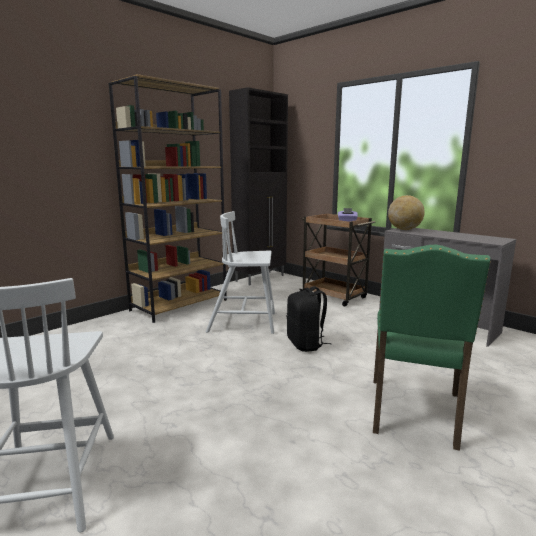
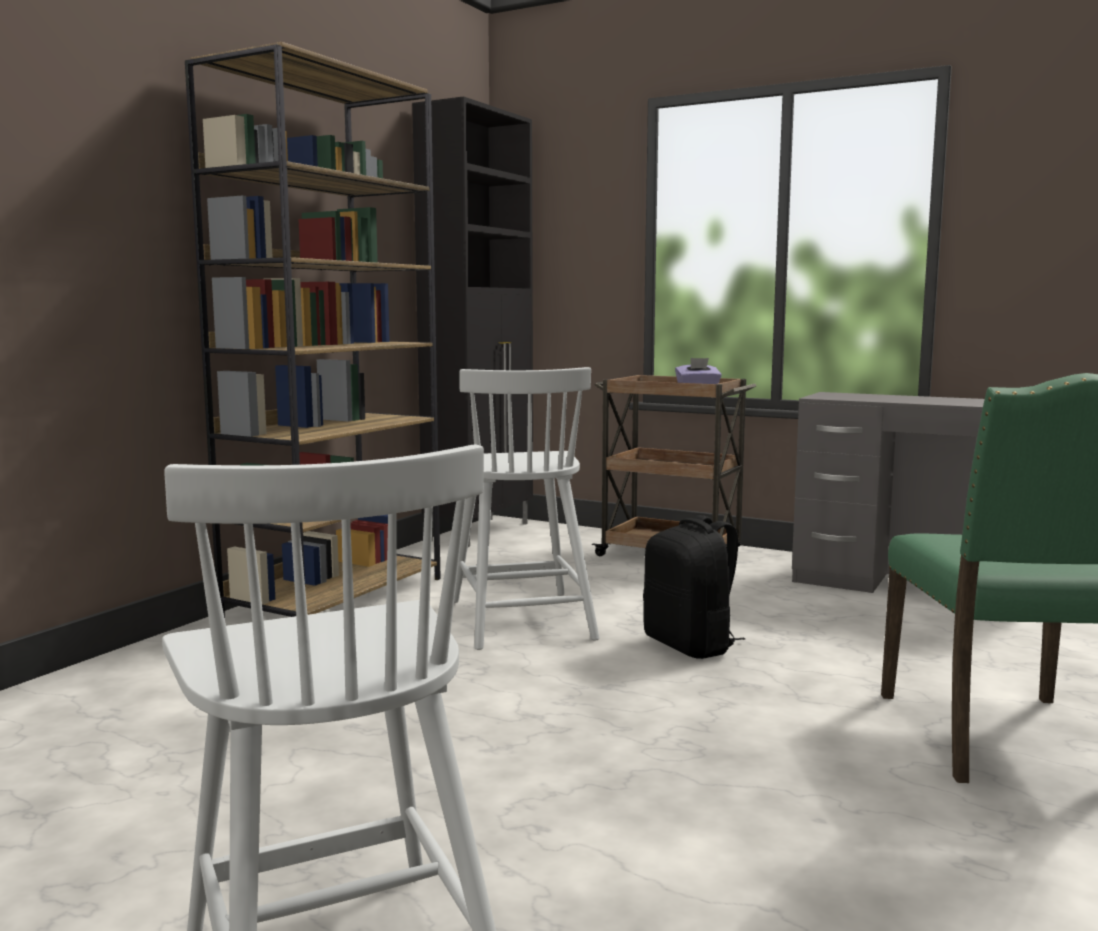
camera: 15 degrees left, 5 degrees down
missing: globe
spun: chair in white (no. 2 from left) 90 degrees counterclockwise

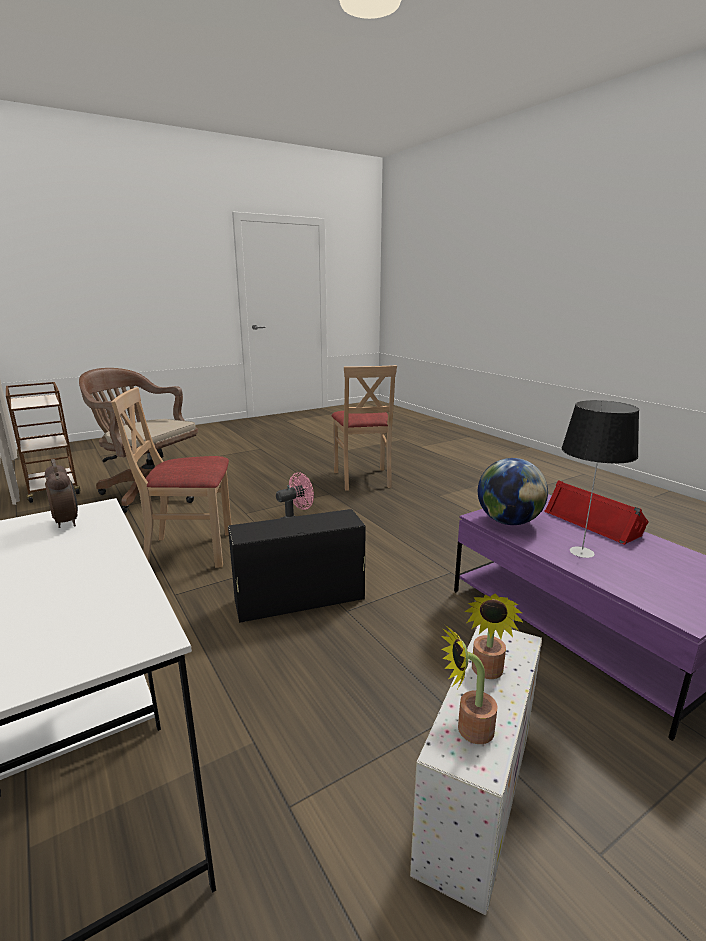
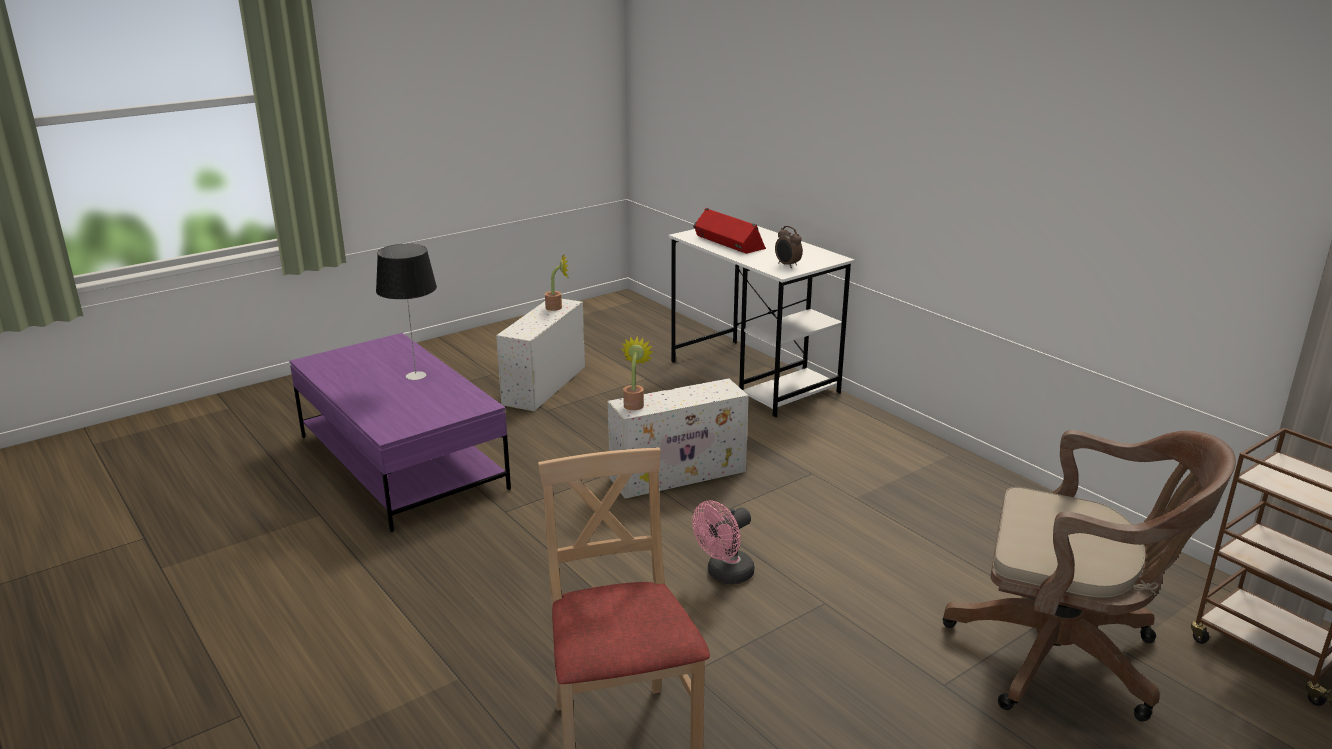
camera: 175 degrees right, 5 degrees up
missing: chair in beige (no. 1 from left); globe
relocated: potted plant (no. 2 from left); speaker in red
colour: storage box in black to storage box in white (no. 2 from left)

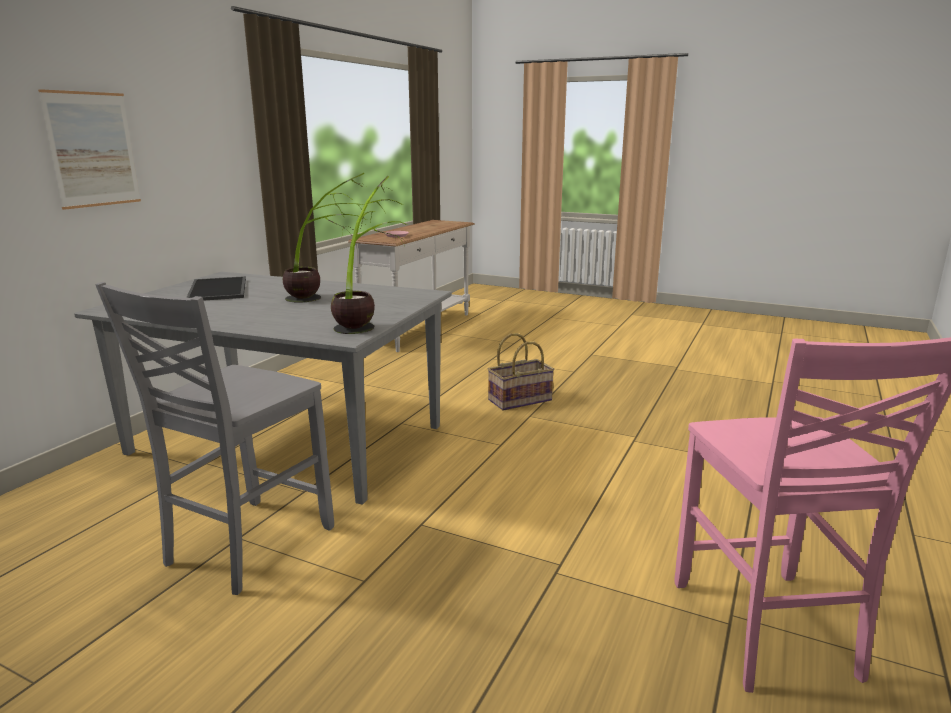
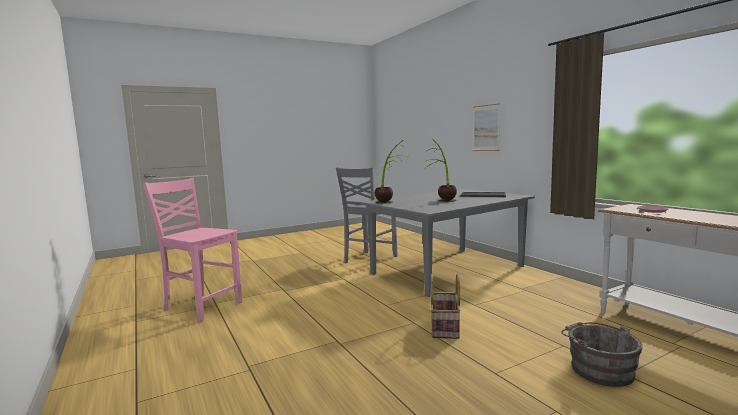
camera: 125 degrees right, 10 degrees down
appeared: bucket in grey
spun: chair in grey 120 degrees counterclockwise

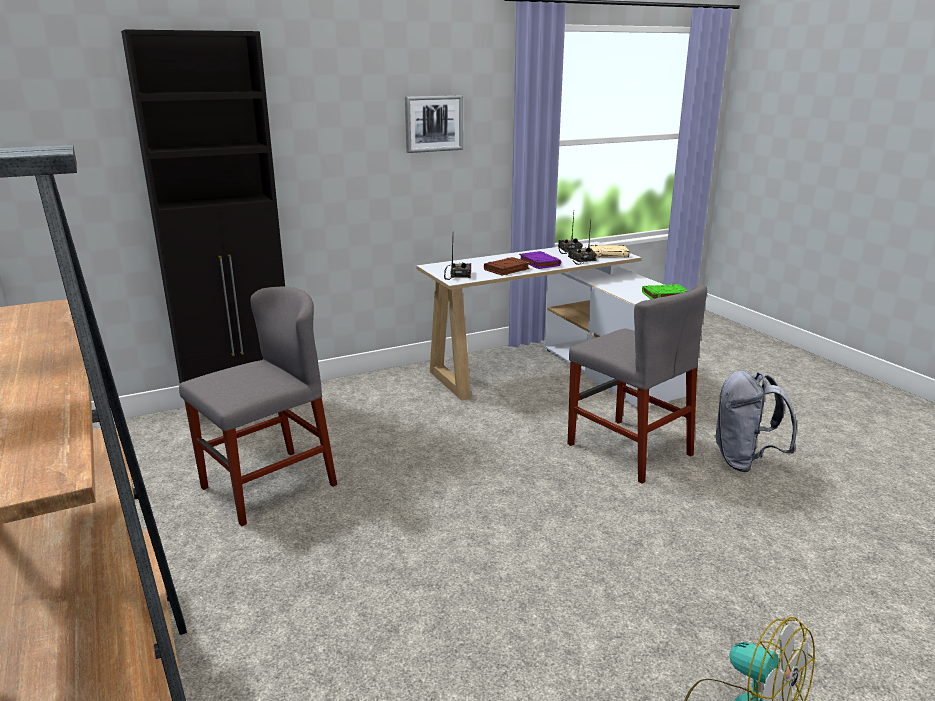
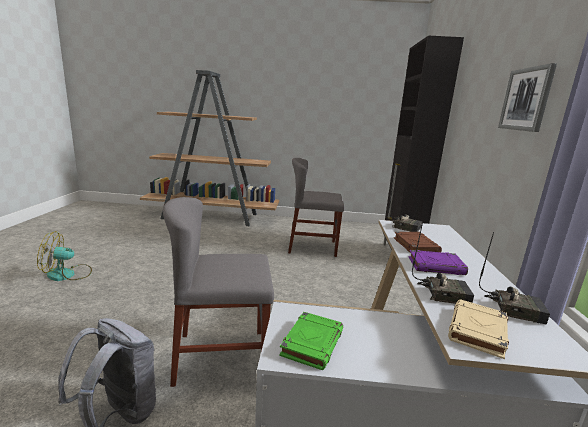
camera: 120 degrees right, 5 degrees down
spun: chair in grey (no. 1 from left in the first image) 105 degrees clockwise

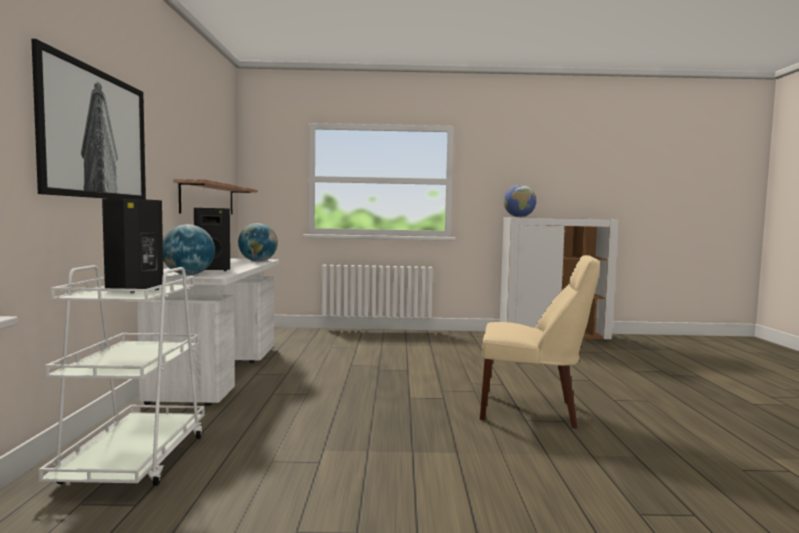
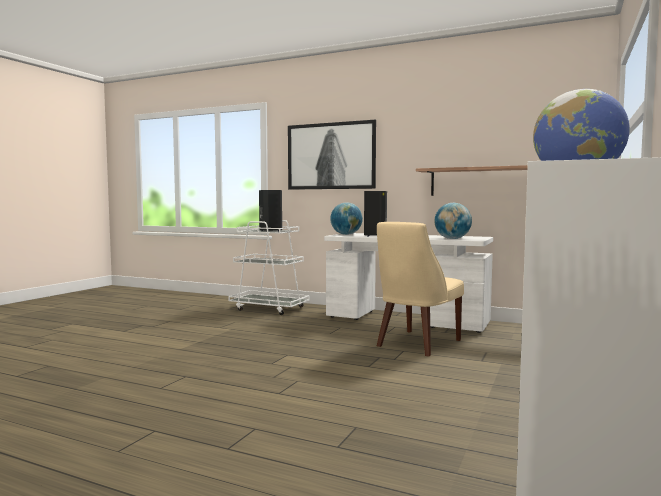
camera: 115 degrees right, 0 degrees up
relocated: chair in beige

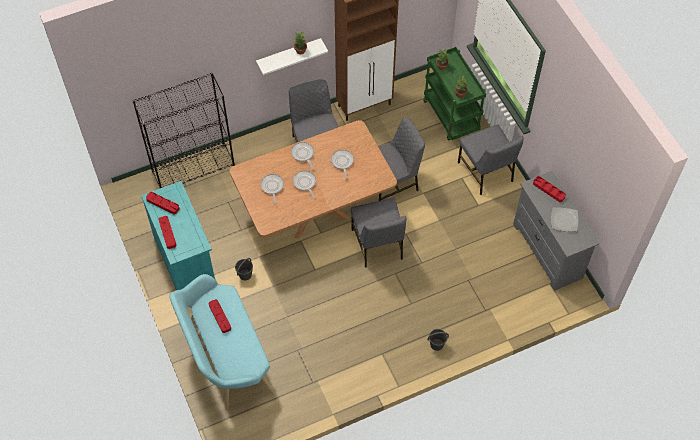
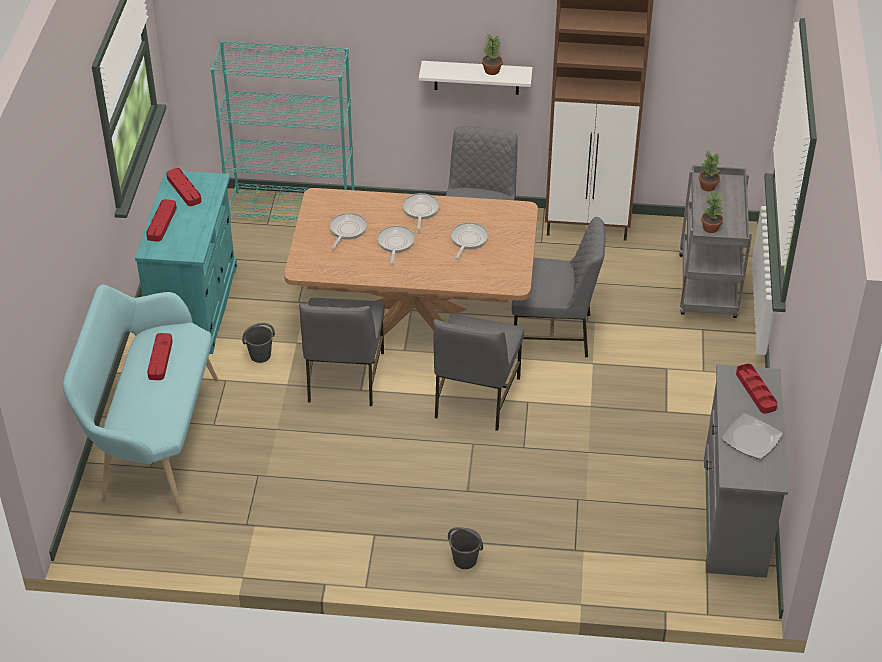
camera: 30 degrees right, 15 degrees down
relocated: chair in grey (no. 4 from left in the first image) to chair in grey (no. 1 from left)
colour: bookcase in black to bookcase in turquoise; cart in green to cart in grey

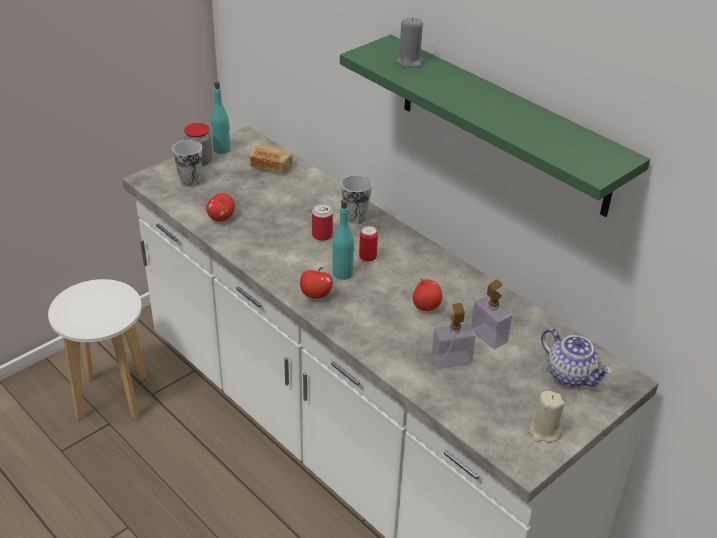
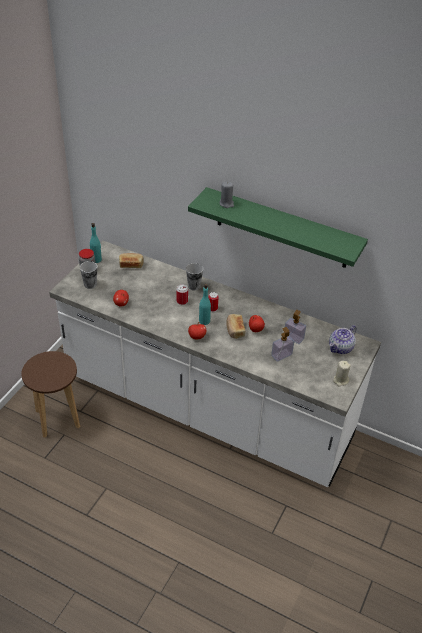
camera: 20 degrees left, 5 degrees up
appeared: bread (no. 2 from left)
colour: stool in white to stool in brown
spun: teapot 105 degrees clockwise

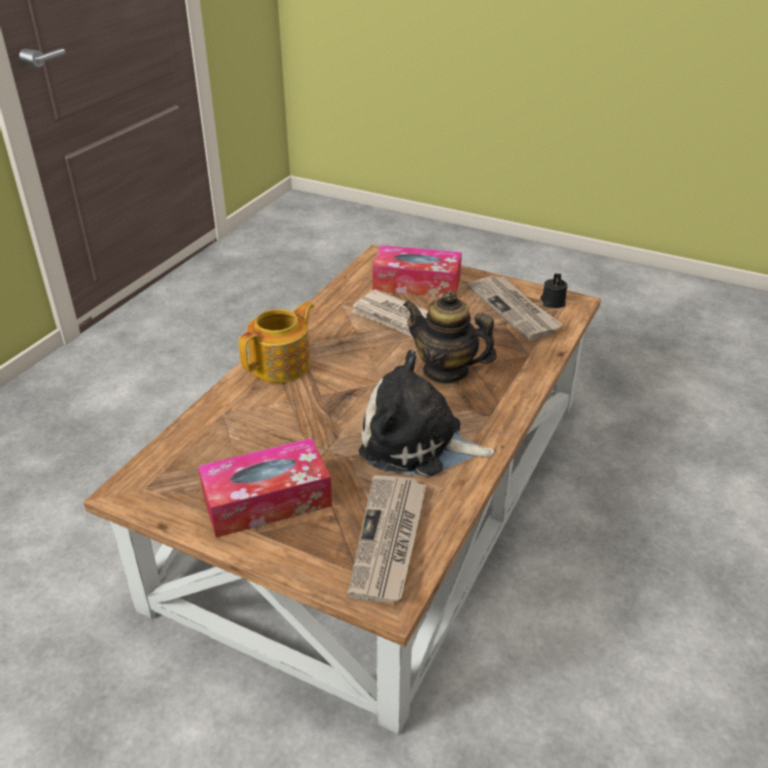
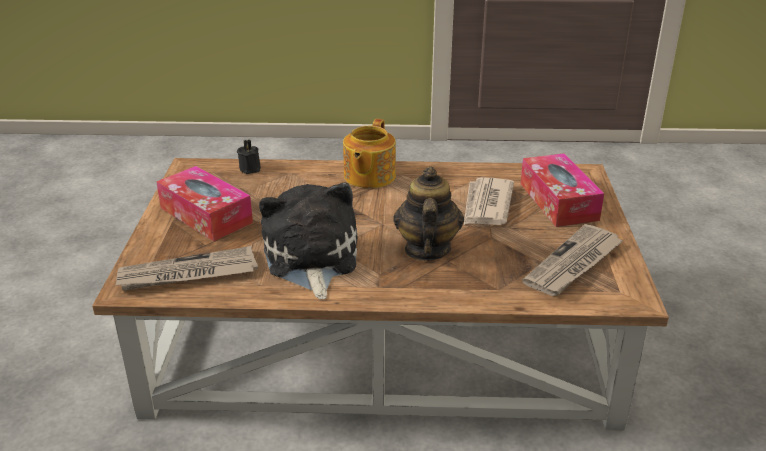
camera: 65 degrees right, 5 degrees down
relocated: candle in black
spun: teapot (no. 1 from left) 90 degrees clockwise

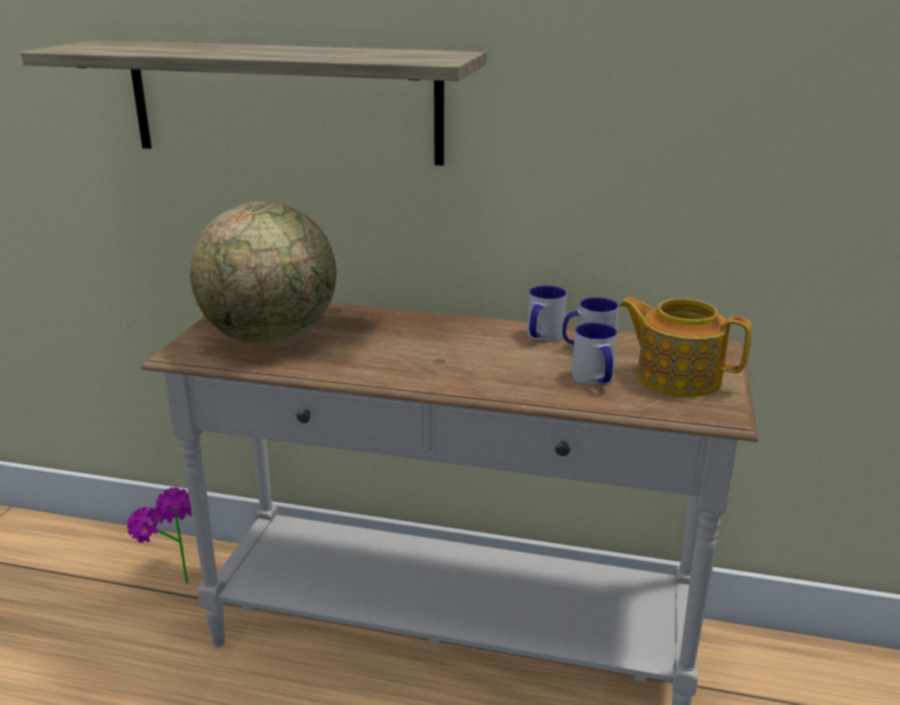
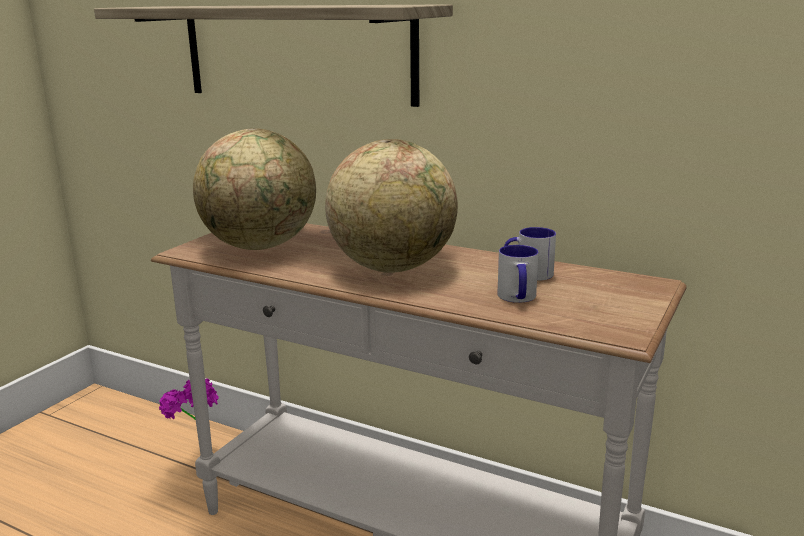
camera: 15 degrees right, 5 degrees down
missing: mug (no. 1 from left); teapot
appeared: globe (no. 2 from left)

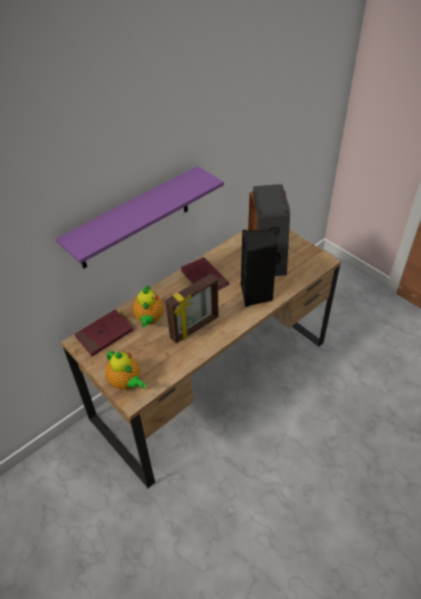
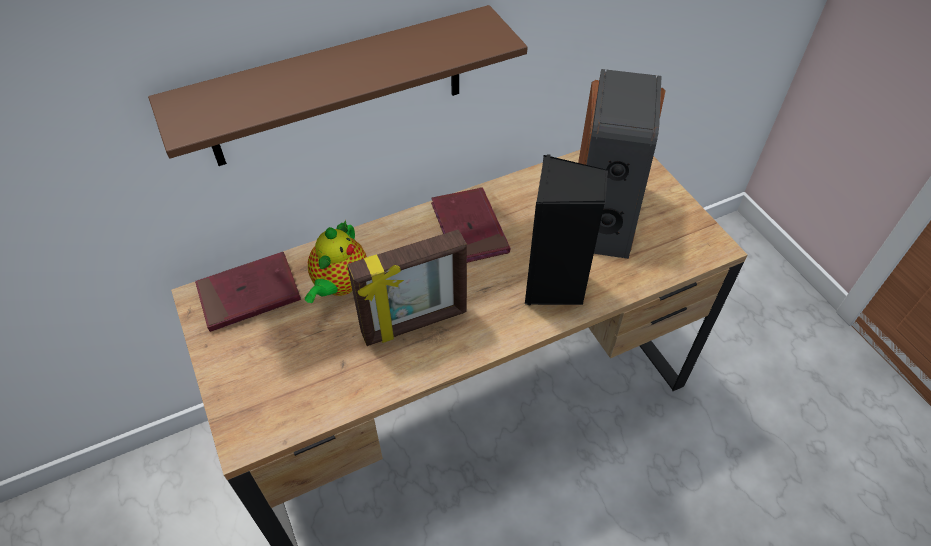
camera: 15 degrees right, 5 degrees up
missing: teapot (no. 1 from left)
colour: shelf in purple to shelf in brown

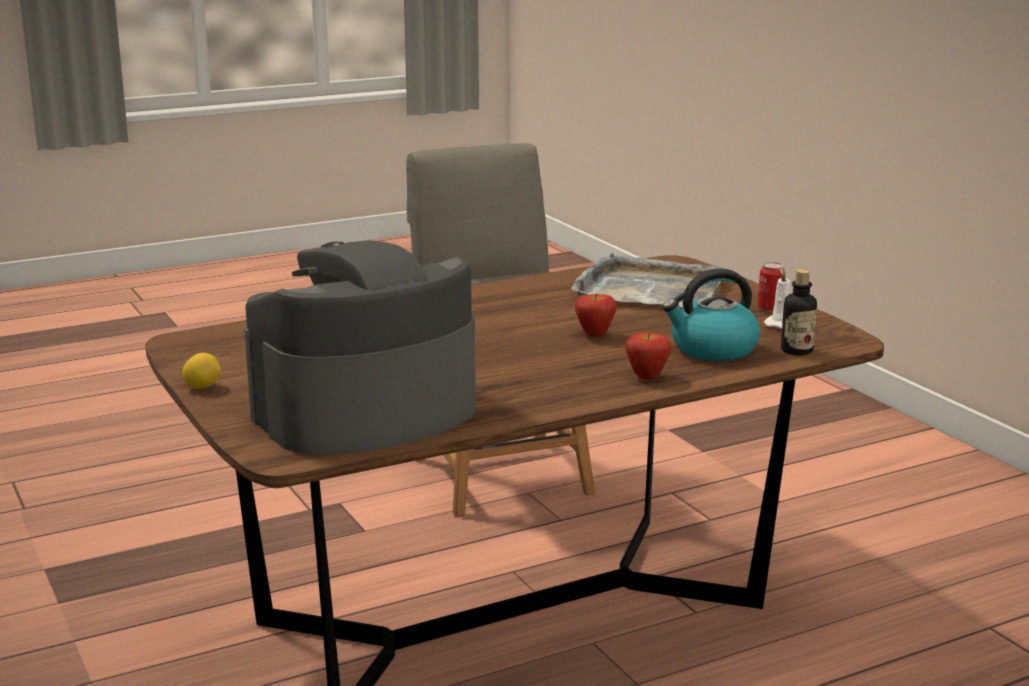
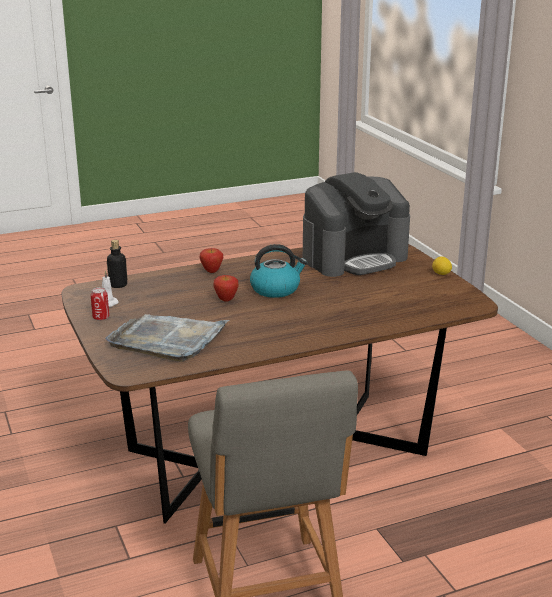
camera: 175 degrees left, 5 degrees up
relocated: kettle

